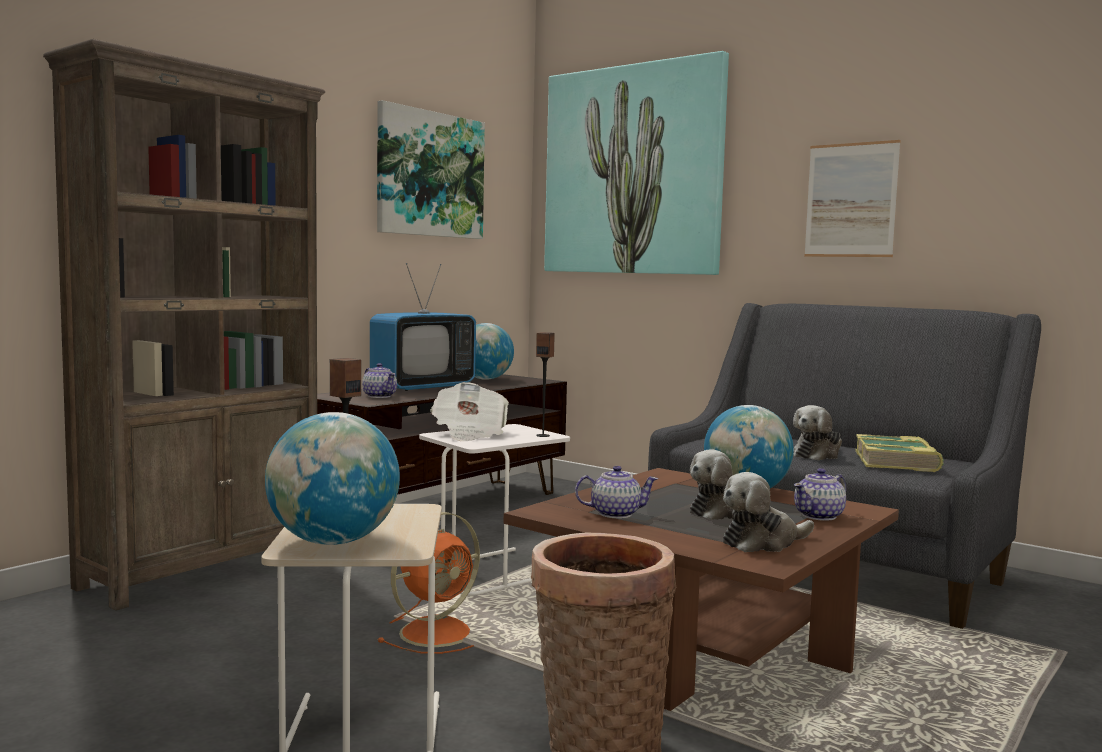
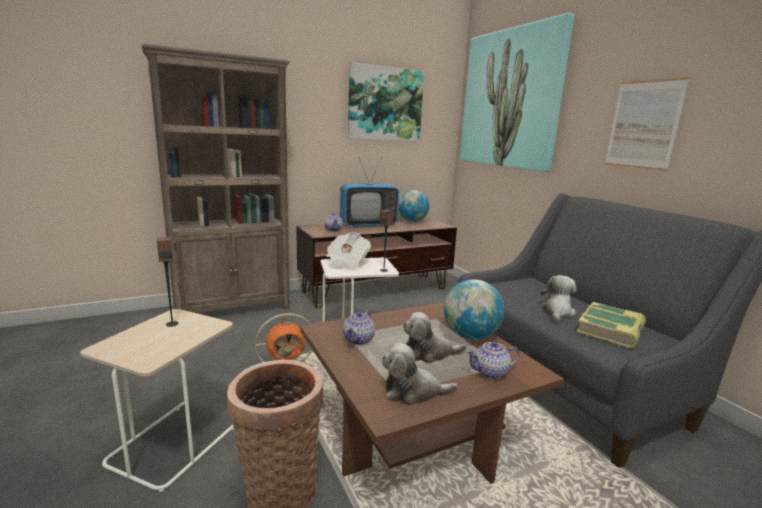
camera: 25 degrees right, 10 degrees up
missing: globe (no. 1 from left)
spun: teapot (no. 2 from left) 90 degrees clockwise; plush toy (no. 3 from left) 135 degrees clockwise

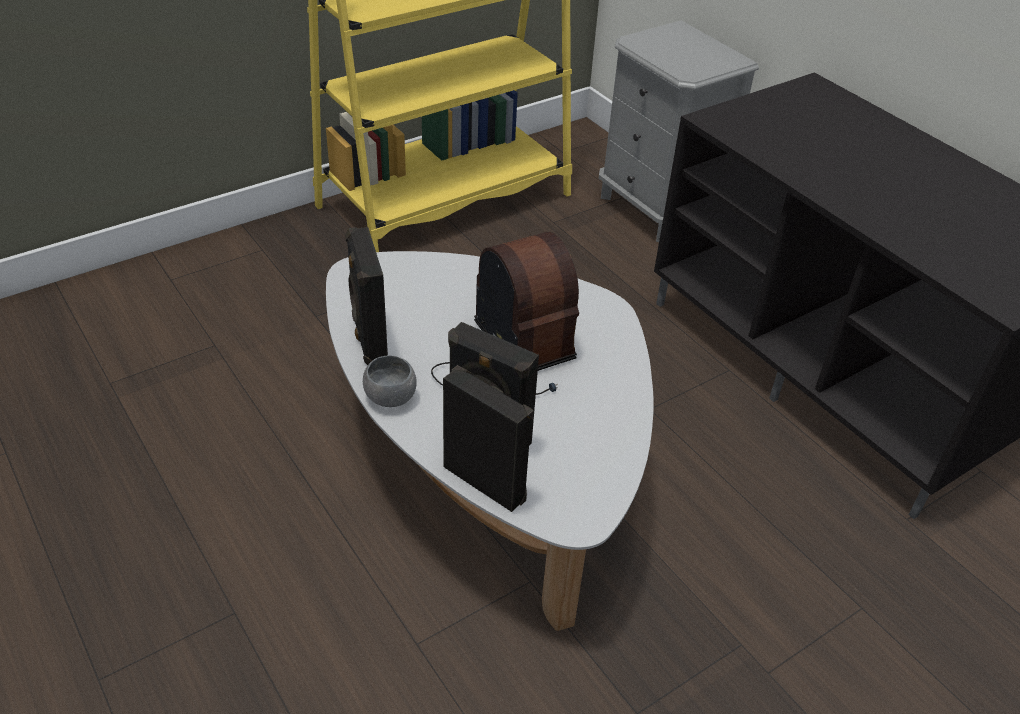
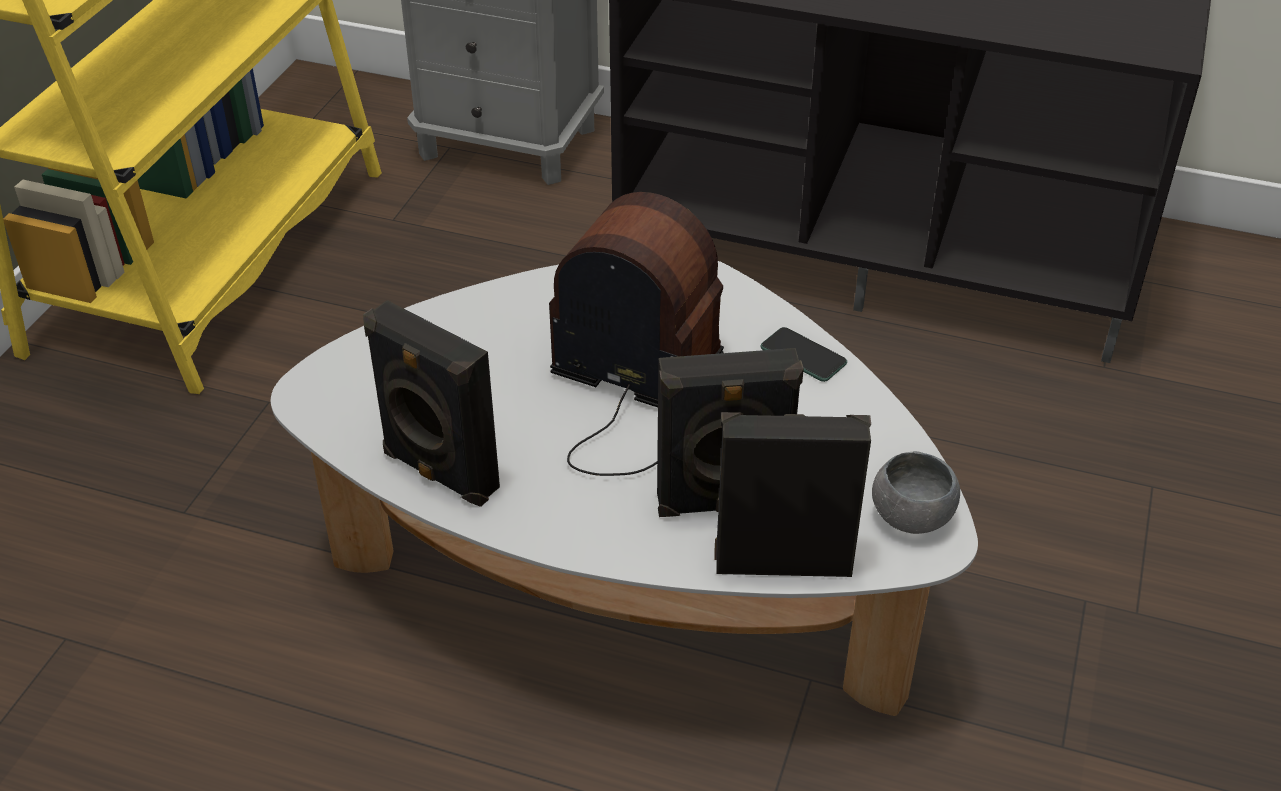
camera: 35 degrees left, 0 degrees up
appeared: phone
relocated: bowl in grey

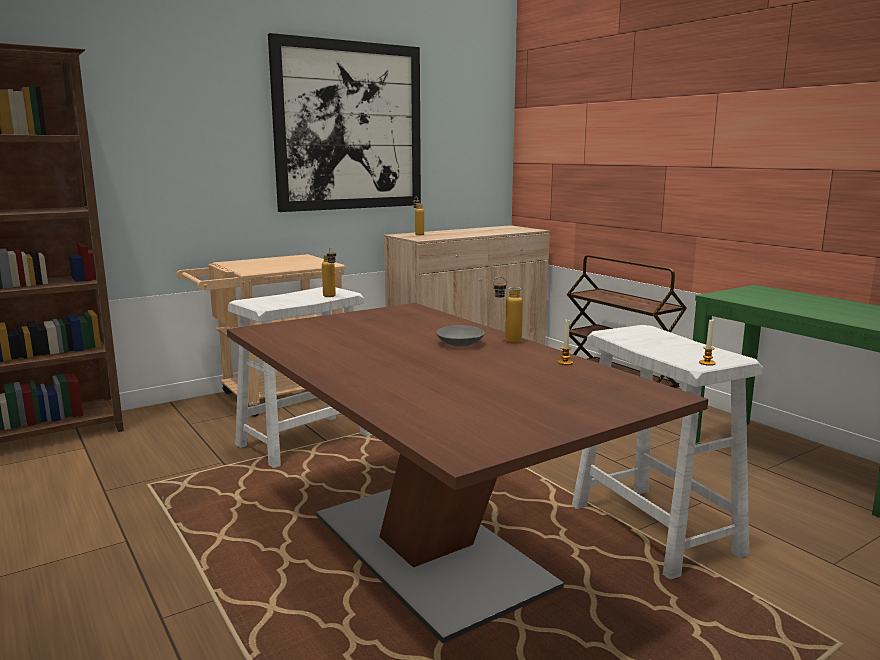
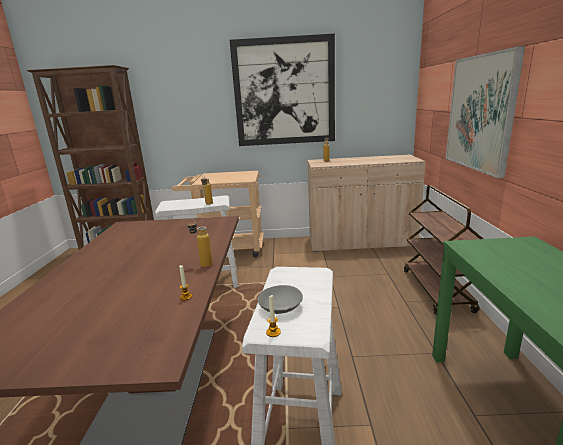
camera: 35 degrees right, 5 degrees up
appeared: picture (no. 2 from left)
relocated: bowl in grey

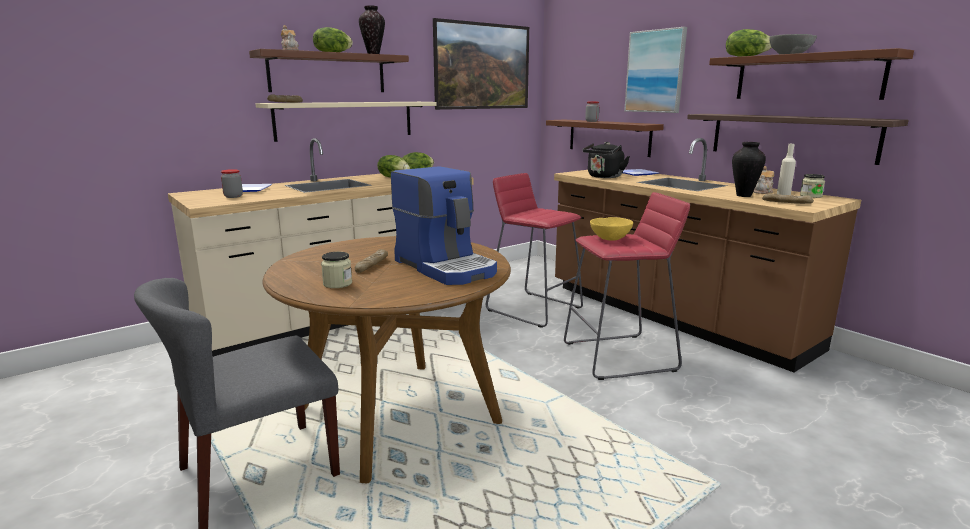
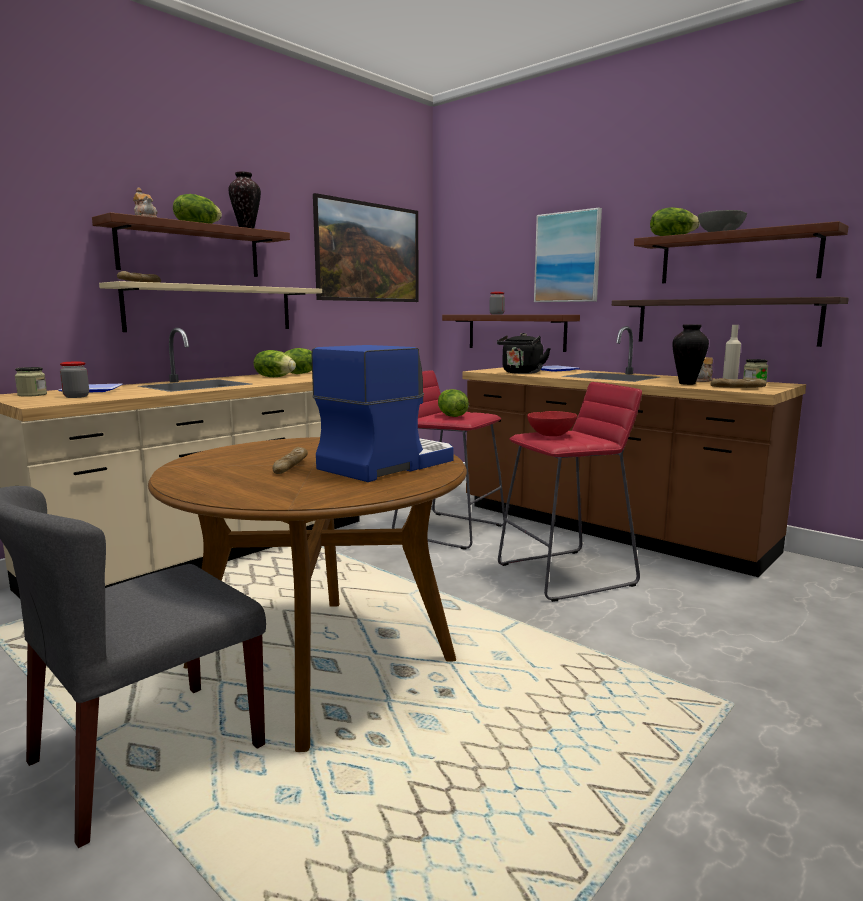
camera: 10 degrees left, 5 degrees down
appeared: lettuce (no. 4 from left)
relocated: jar (no. 2 from left in the first image) to jar (no. 1 from left)
colour: bowl in yellow to bowl in red
spun: coffee machine 90 degrees counterclockwise

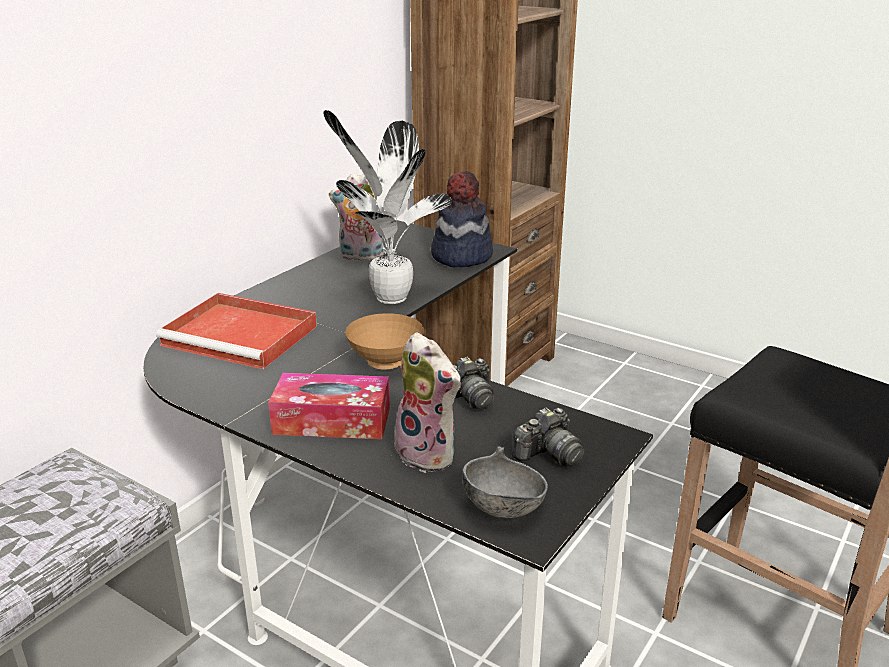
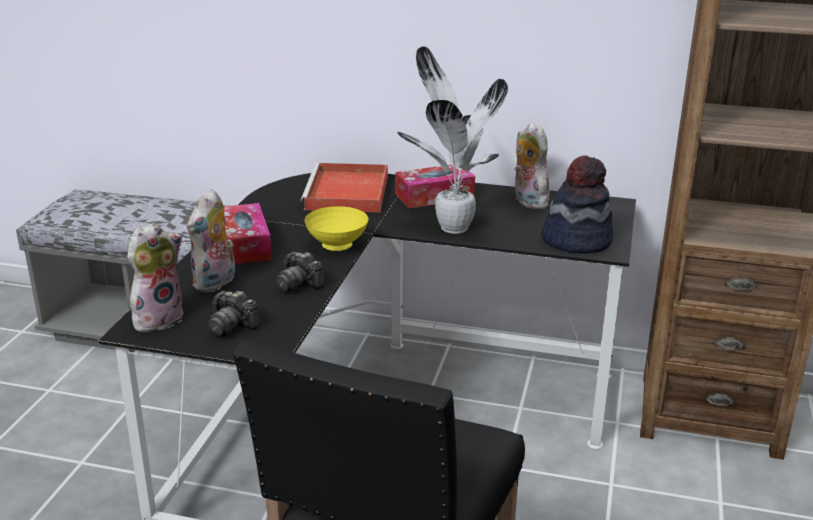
camera: 70 degrees right, 0 degrees up
appeared: tissue box (no. 2 from left)
exchanged: bowl in grey to plush toy (no. 1 from left)
colour: bowl in brown to bowl in yellow

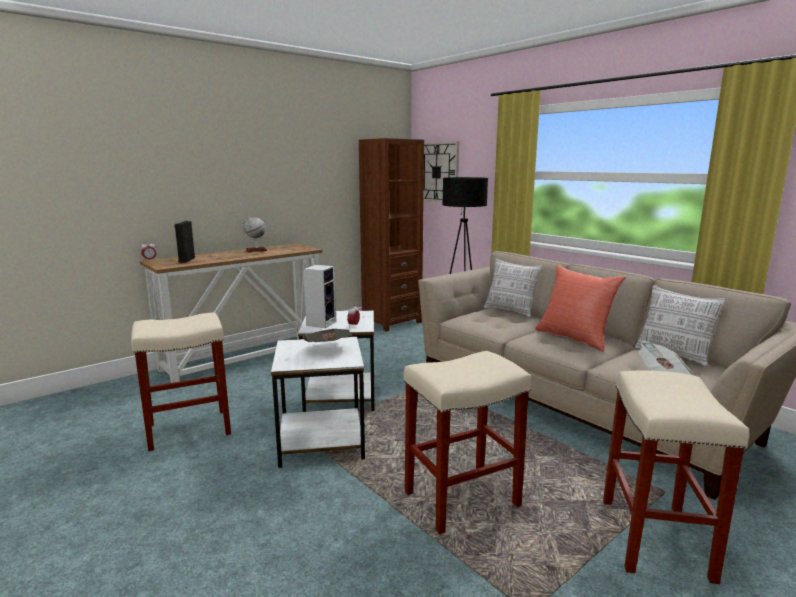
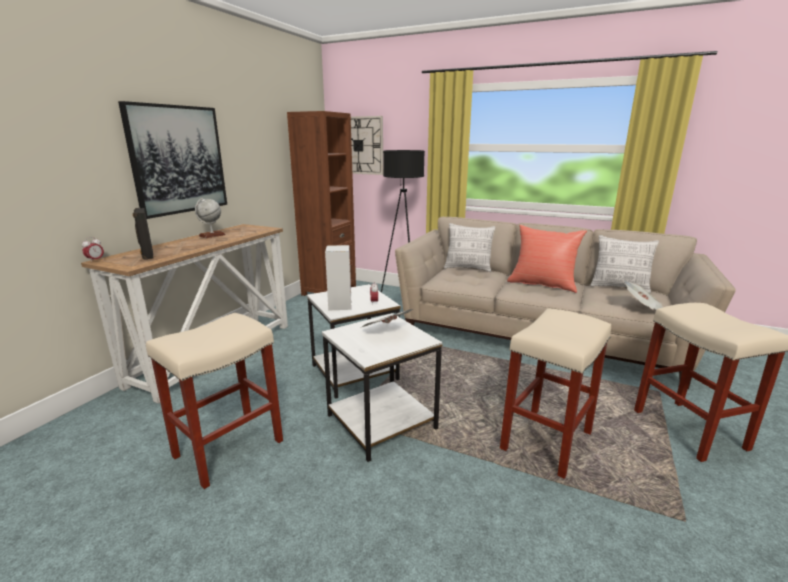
camera: 25 degrees left, 5 degrees up
appeared: picture

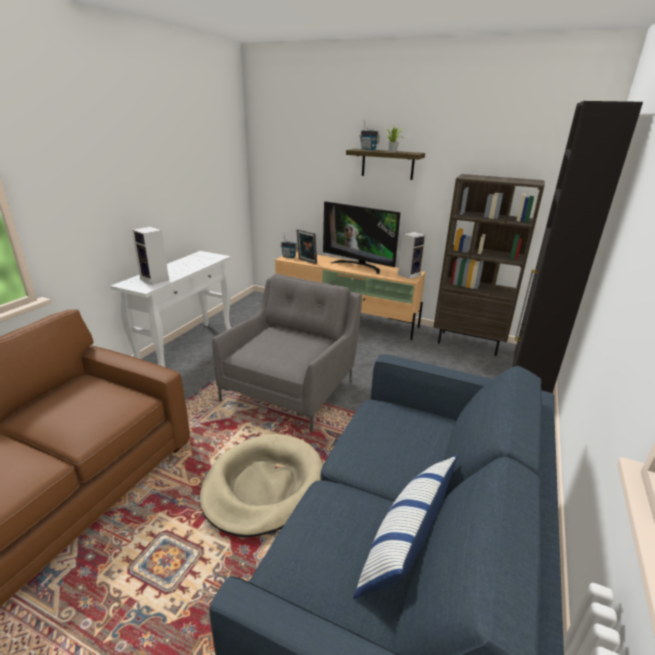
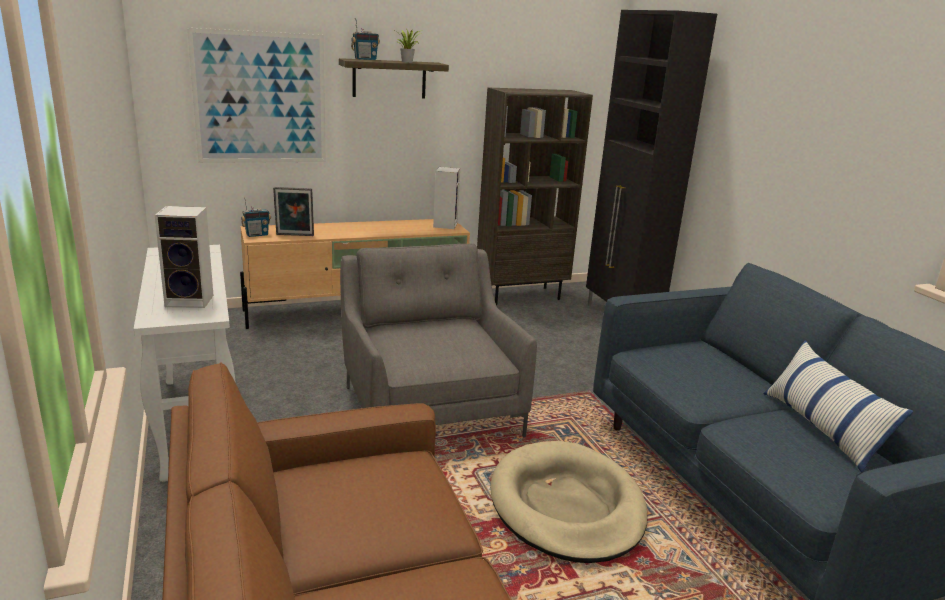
camera: 45 degrees left, 5 degrees down
missing: television
appeared: picture

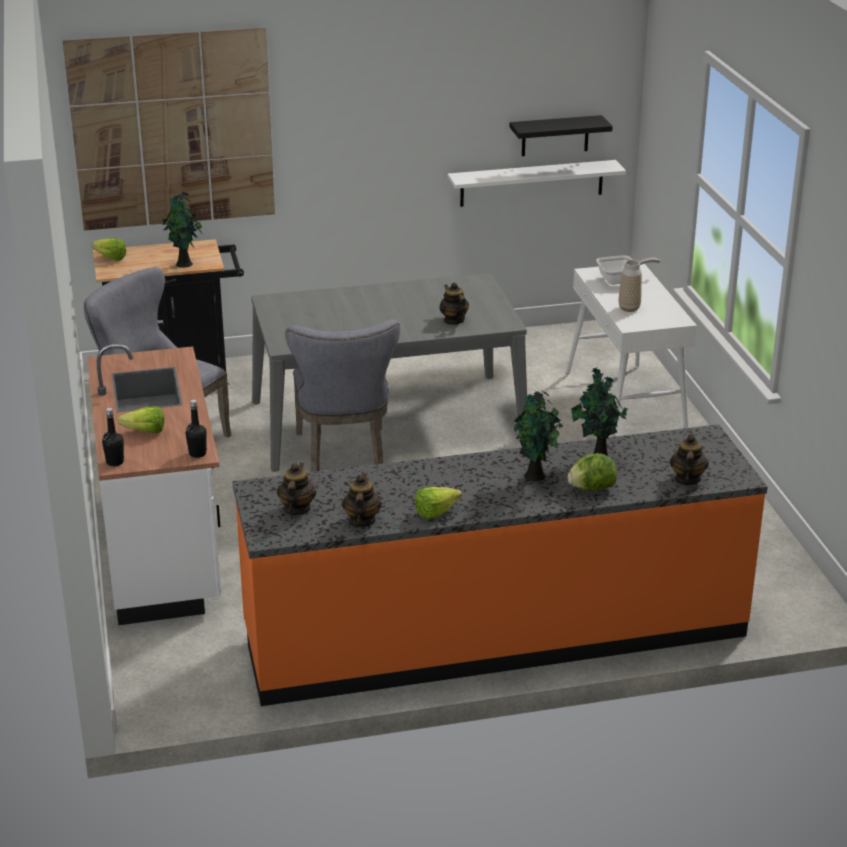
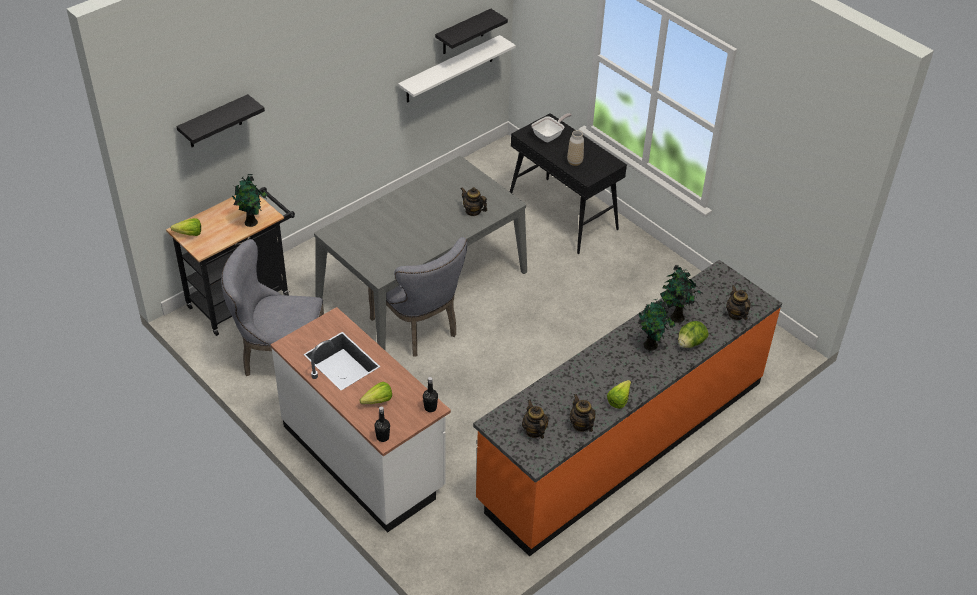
camera: 30 degrees left, 15 degrees up
exchanged: picture to shelf in black (no. 1 from left)
colour: console table in white to console table in black

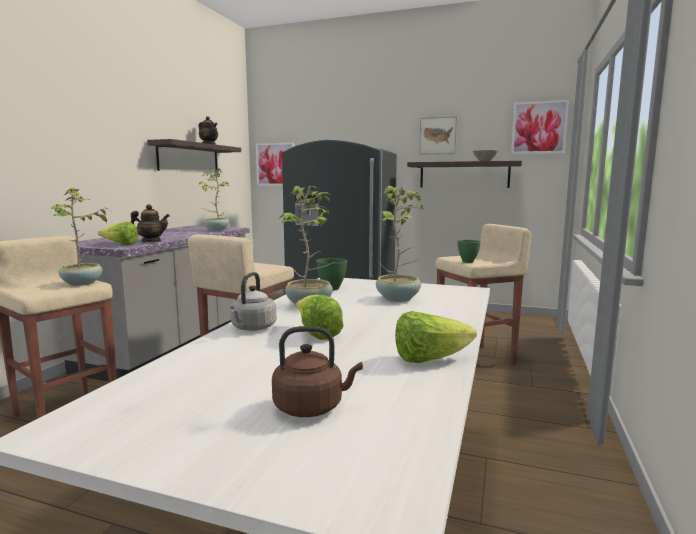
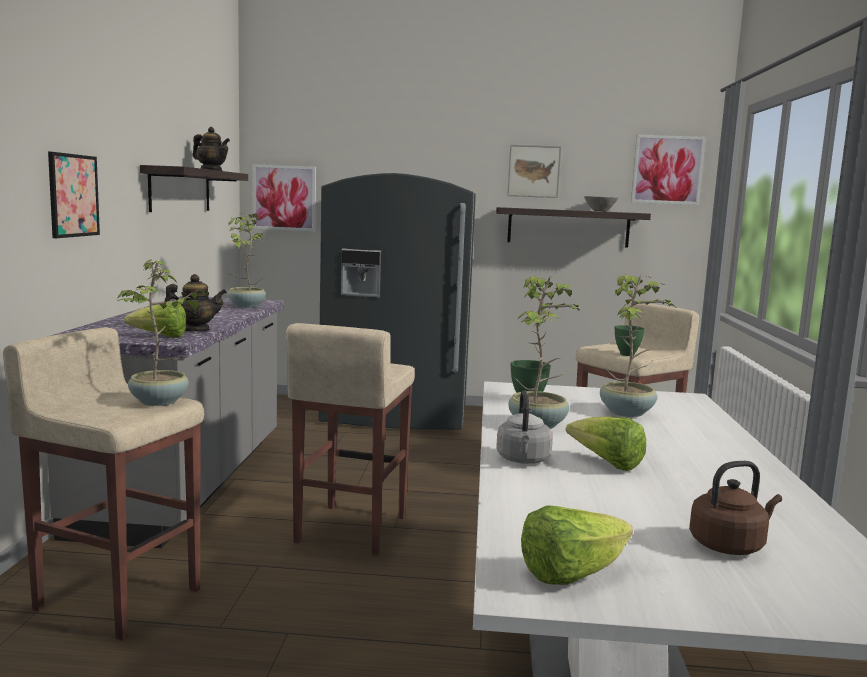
camera: 15 degrees left, 0 degrees up
appeared: picture (no. 1 from left)
relocated: lettuce (no. 3 from left in the first image) to lettuce (no. 2 from left)

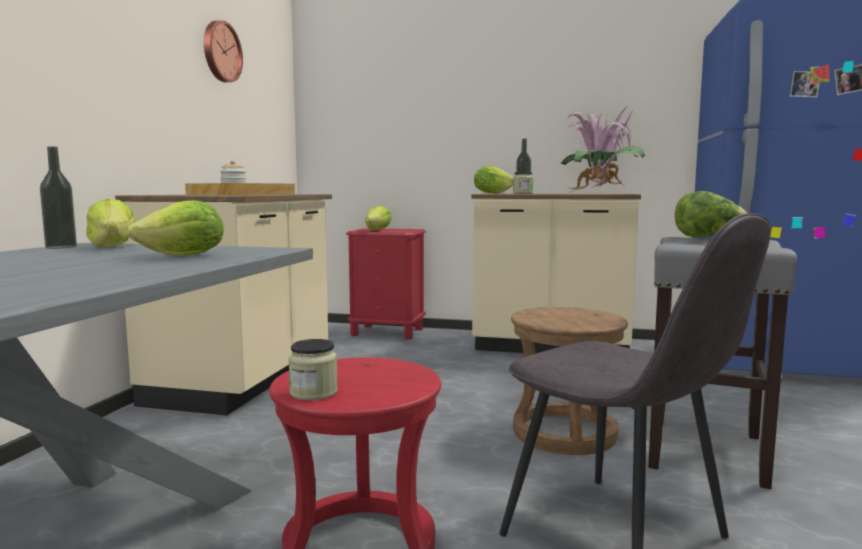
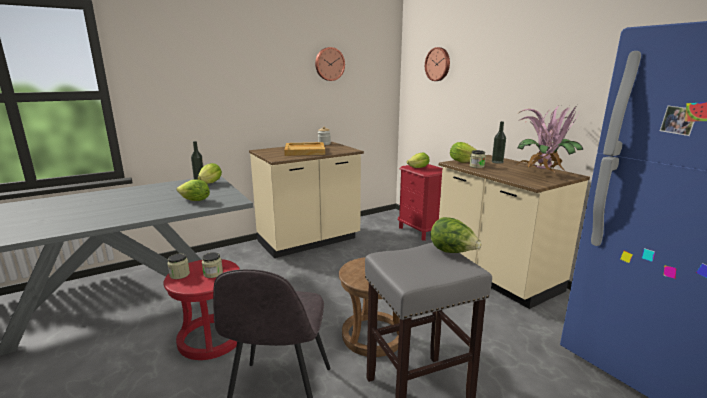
camera: 45 degrees right, 10 degrees up
appeared: jar (no. 2 from left); wall clock (no. 2 from left)

